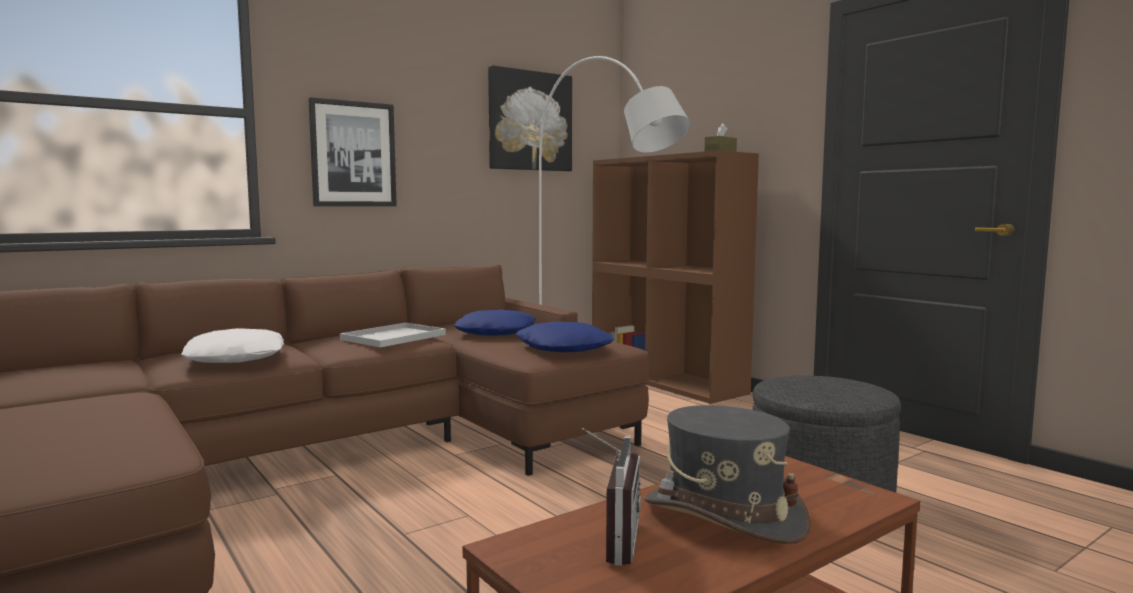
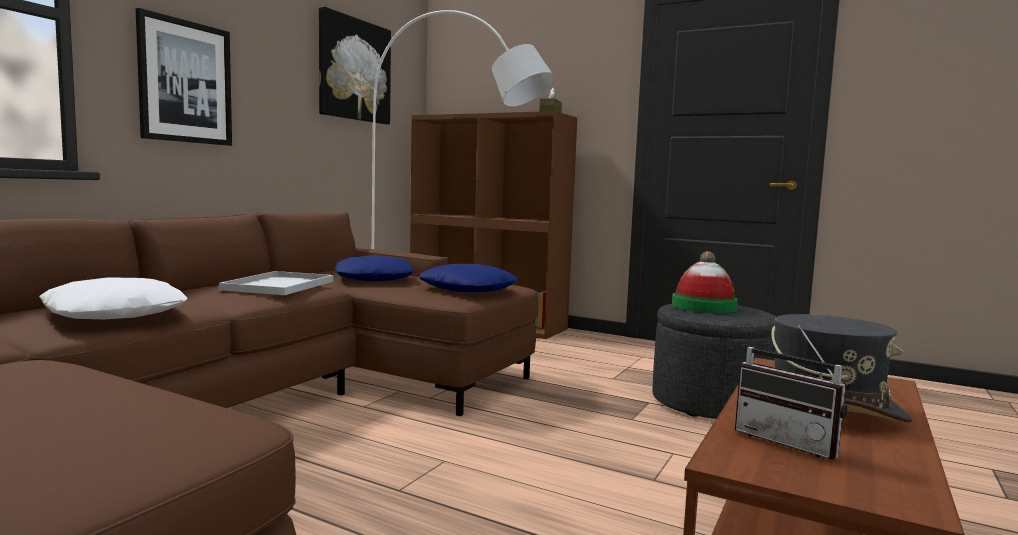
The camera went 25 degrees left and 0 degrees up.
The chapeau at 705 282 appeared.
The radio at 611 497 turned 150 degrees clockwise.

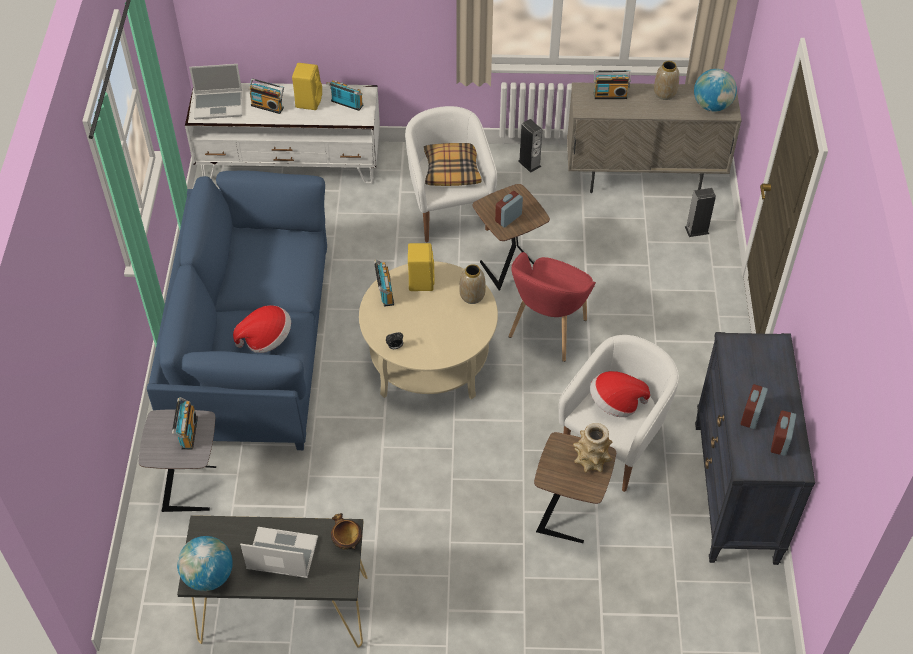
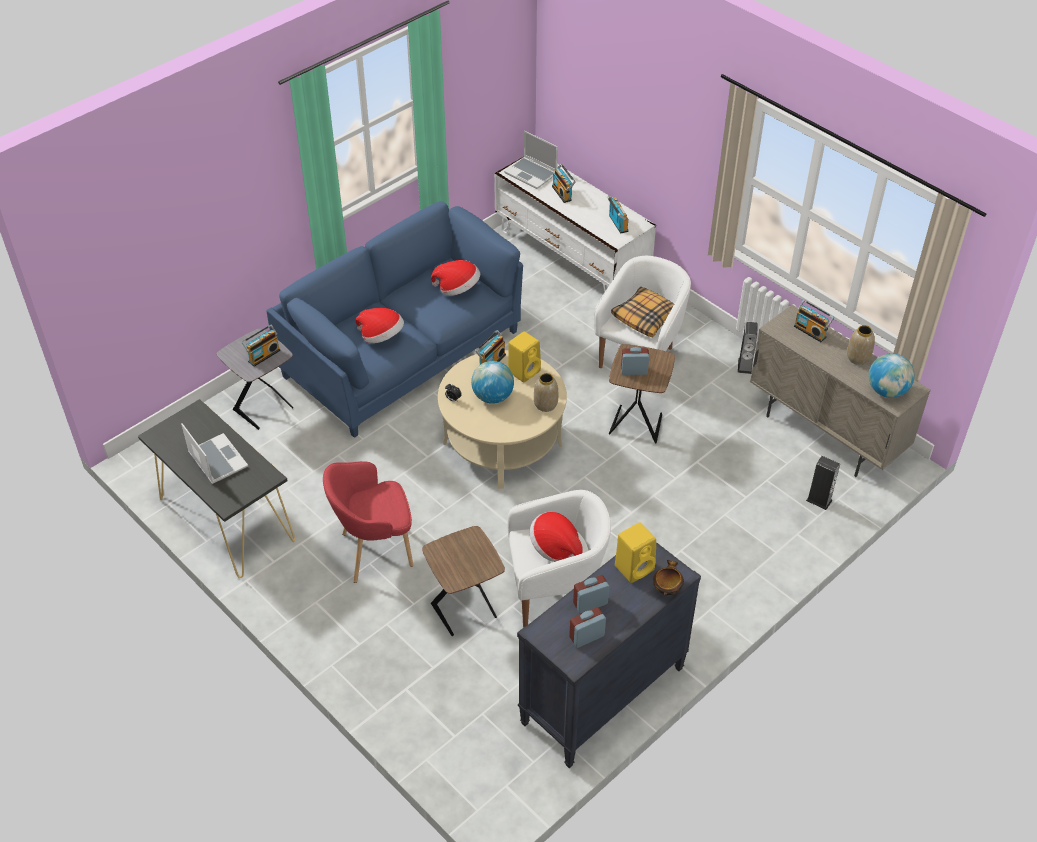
The camera went 45 degrees right and 5 degrees down.
The vase at 593 447 disappeared.
The chapeau at 455 278 appeared.
The globe moved from 205 563 to 492 382.
The enceinte [jaune] moved from 307 86 to 635 552.
The bol moved from 346 531 to 668 578.
The fauteuil [rouge] moved from 552 307 to 368 522.

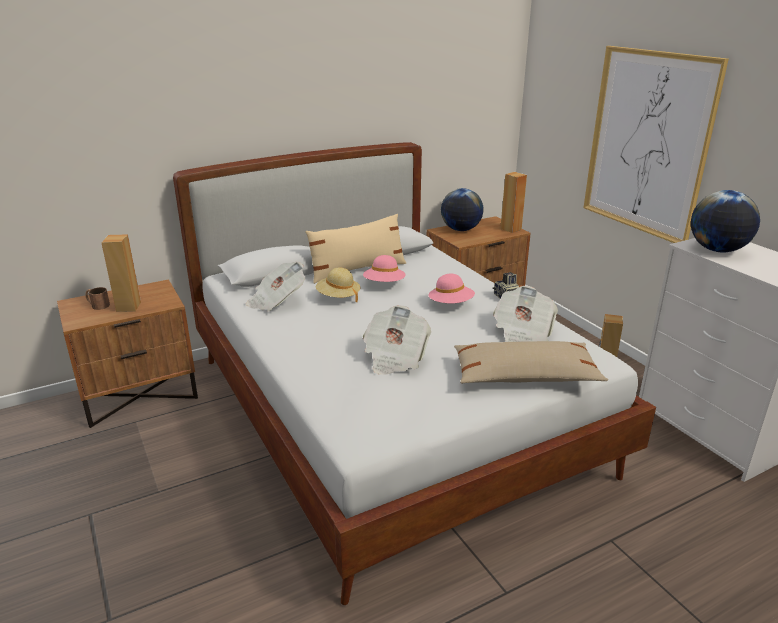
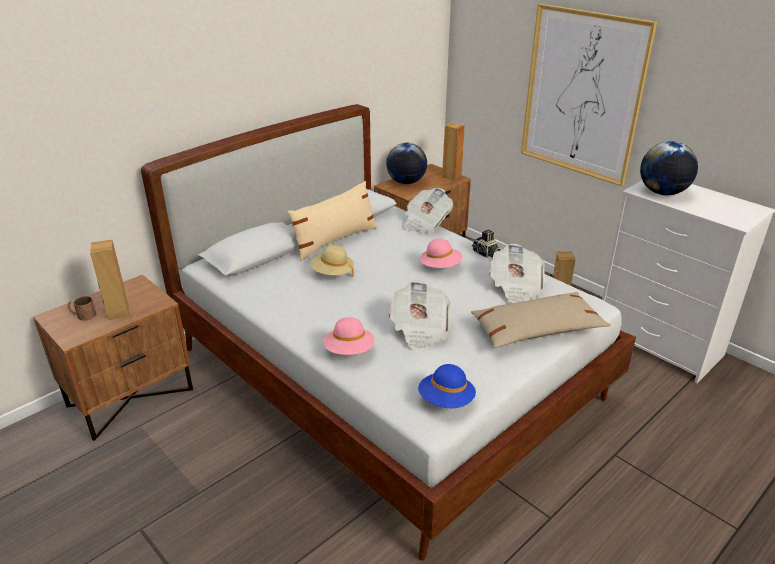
The camera went 15 degrees left and 5 degrees up.
The chapeau [bleu] at 447 386 appeared.
The journal moved from 275 286 to 428 210.
The chapeau [rose] moved from 384 268 to 349 336.

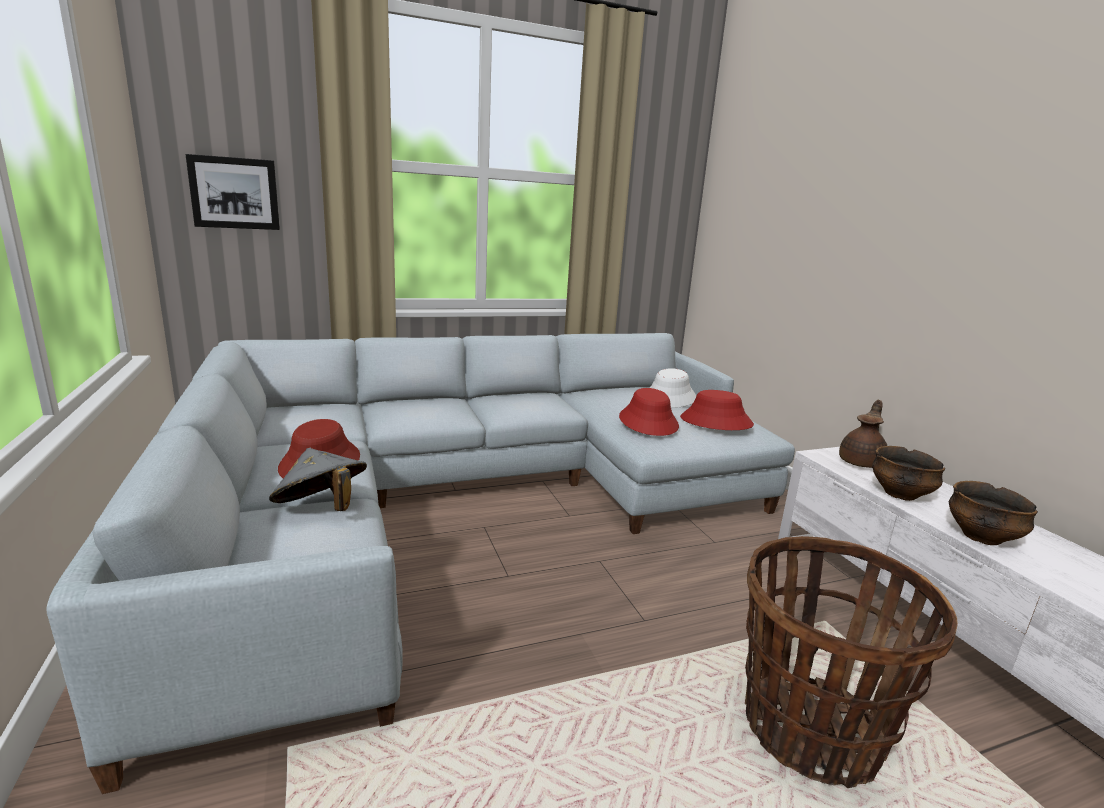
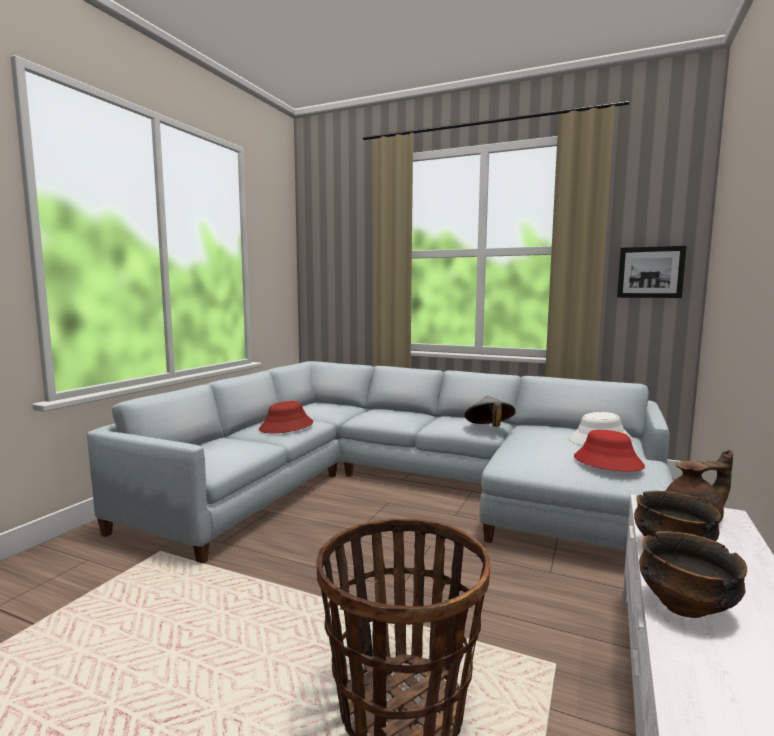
The camera went 45 degrees right and 10 degrees down.
The chapeau [rouge] at 649 412 disappeared.
The tableau moved from 232 192 to 651 272.
The chapeau [gris] moved from 318 479 to 489 411.

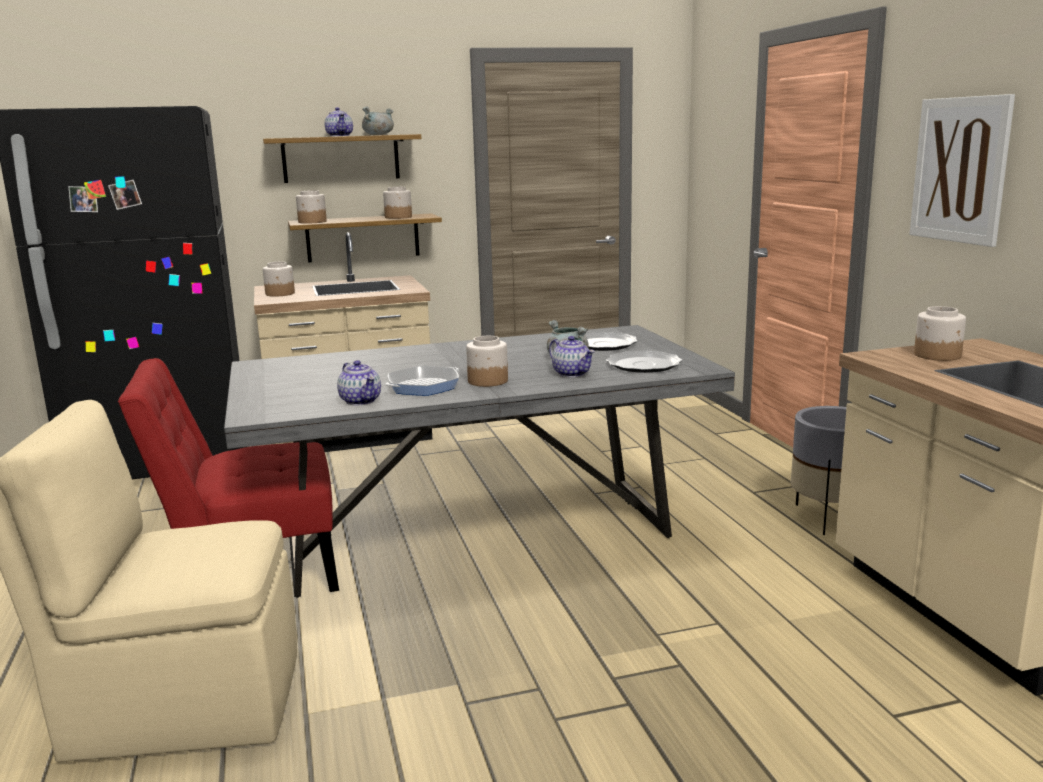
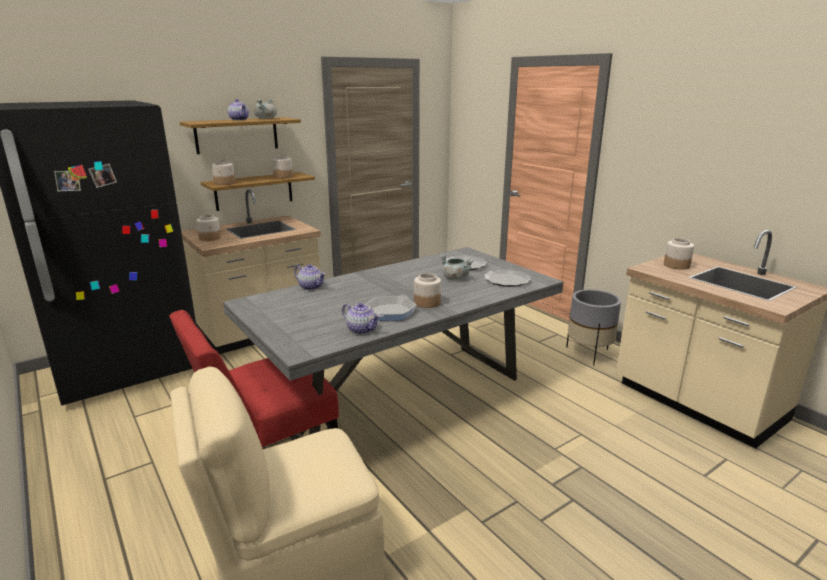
The camera went 20 degrees left and 5 degrees up.
The tableau at 962 170 disappeared.
The théière moved from 572 356 to 310 277.

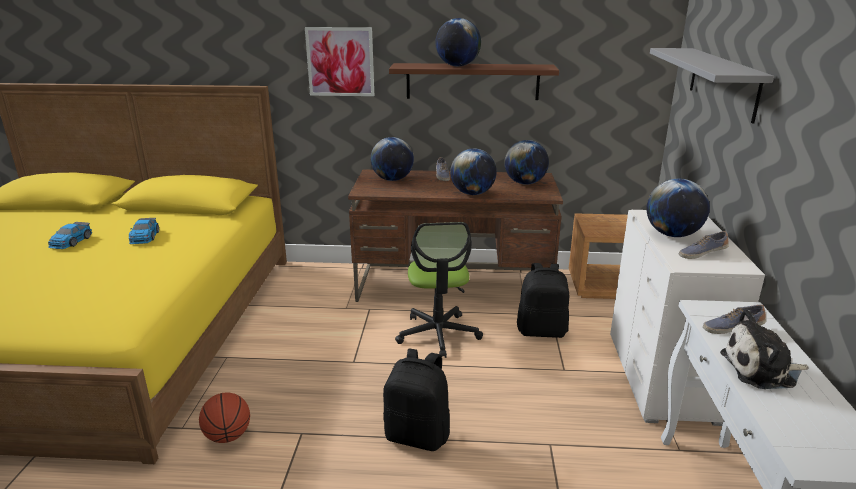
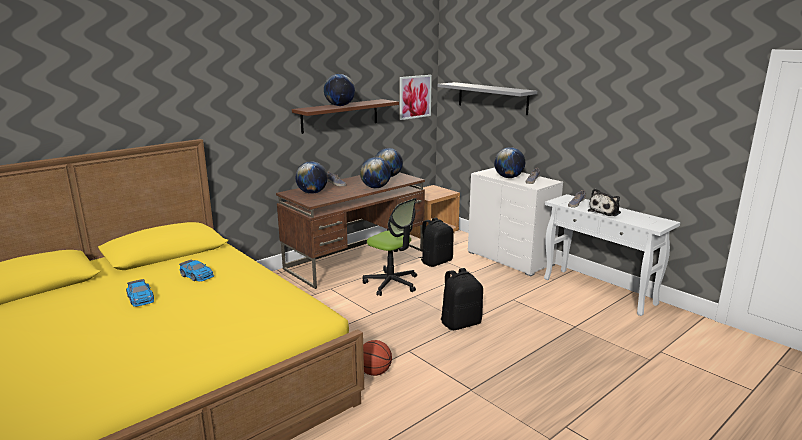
The camera went 45 degrees left and 5 degrees down.
The tableau moved from 339 61 to 415 97.

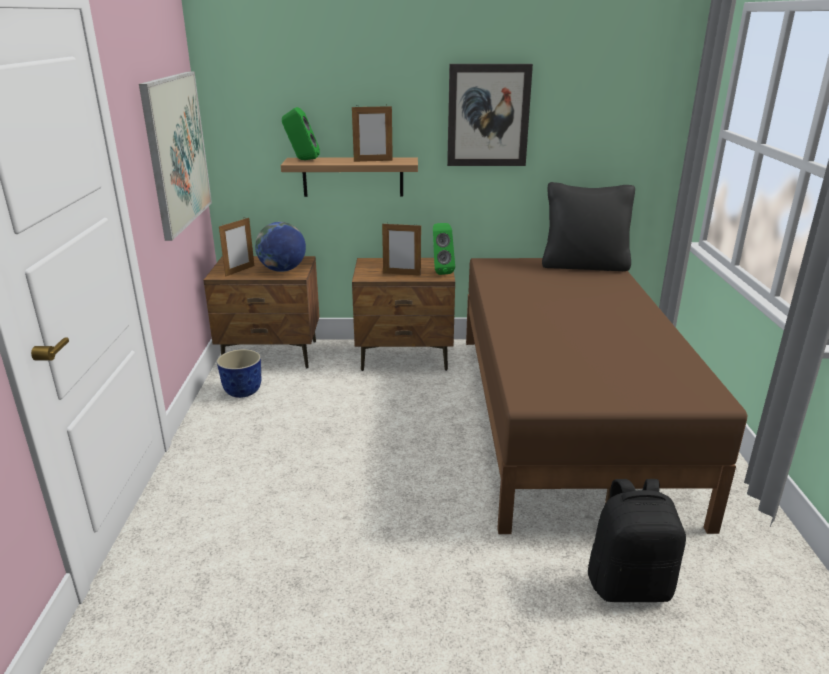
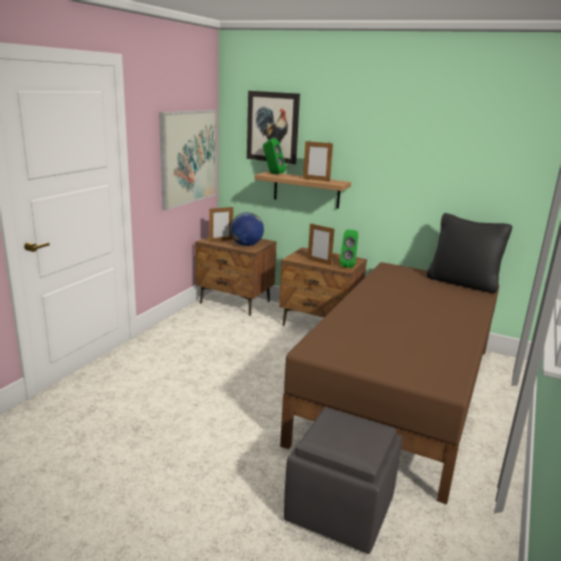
The camera went 25 degrees right and 5 degrees down.
The cache-pot at 239 373 disappeared.
The tableau moved from 490 115 to 273 127.
The sac à dos [noir] at 637 540 was replaced by the pouf [gris] at 343 480.

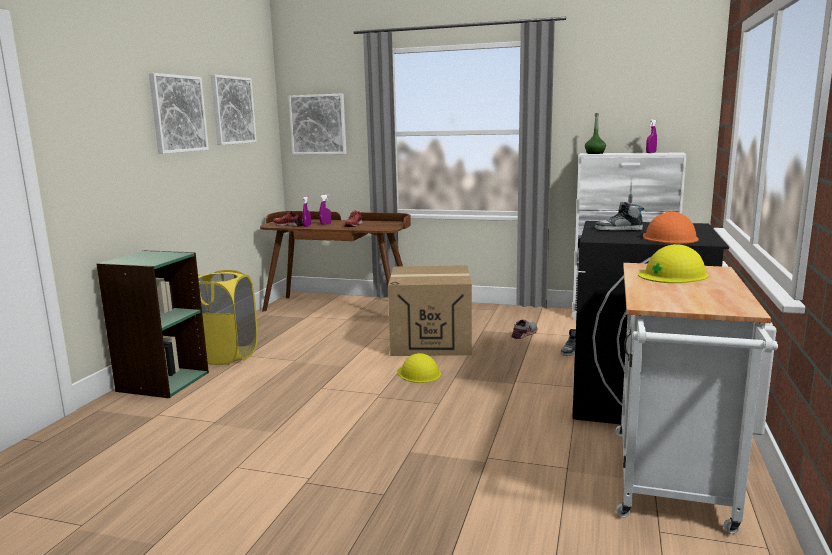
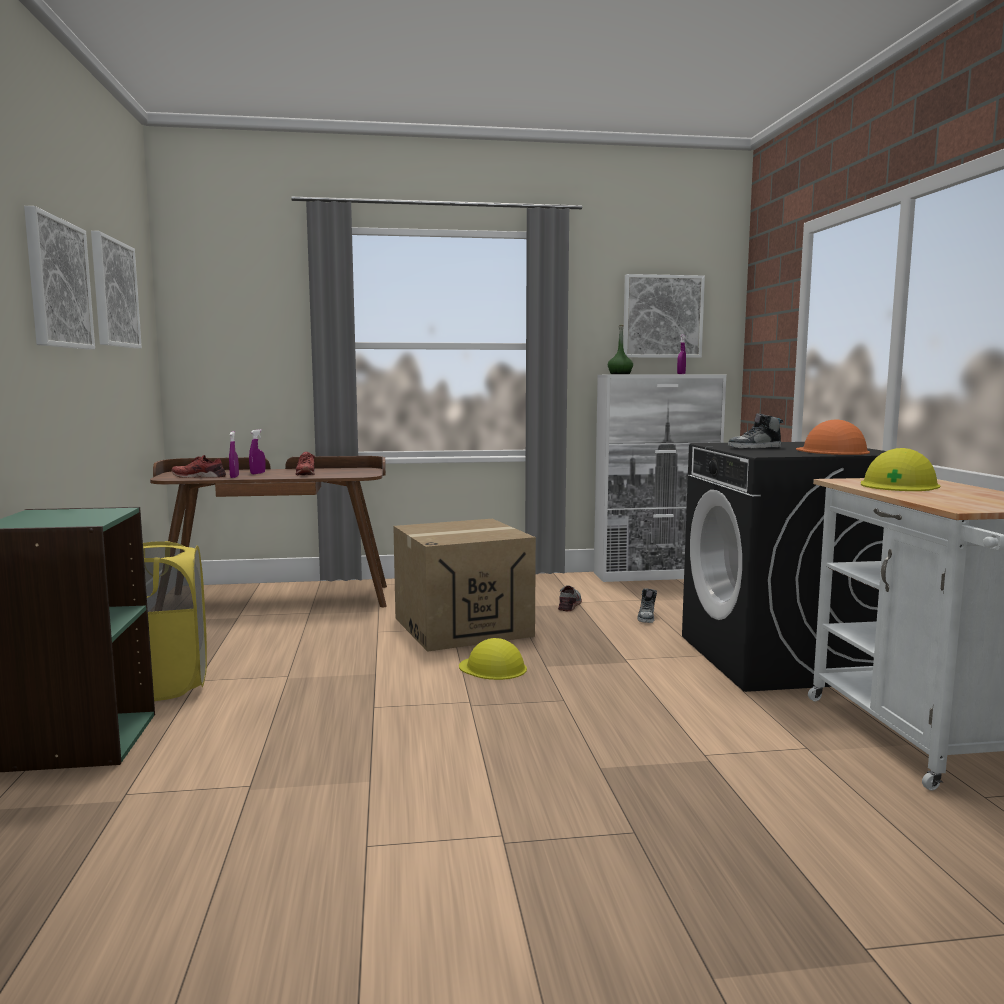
The camera went 25 degrees left and 5 degrees down.
The tableau moved from 317 124 to 664 316.

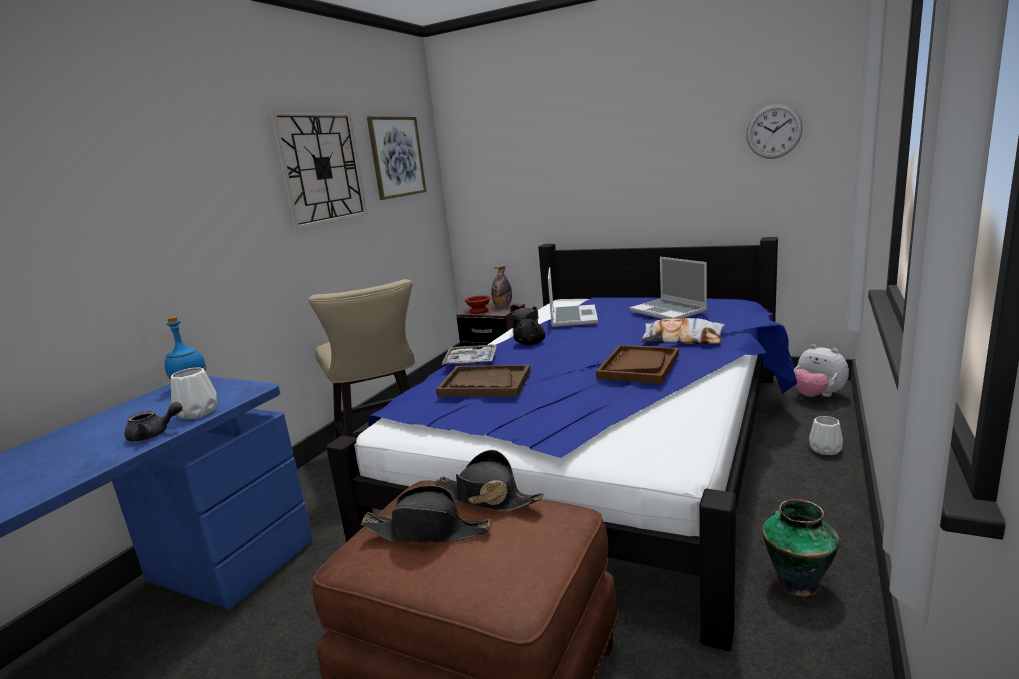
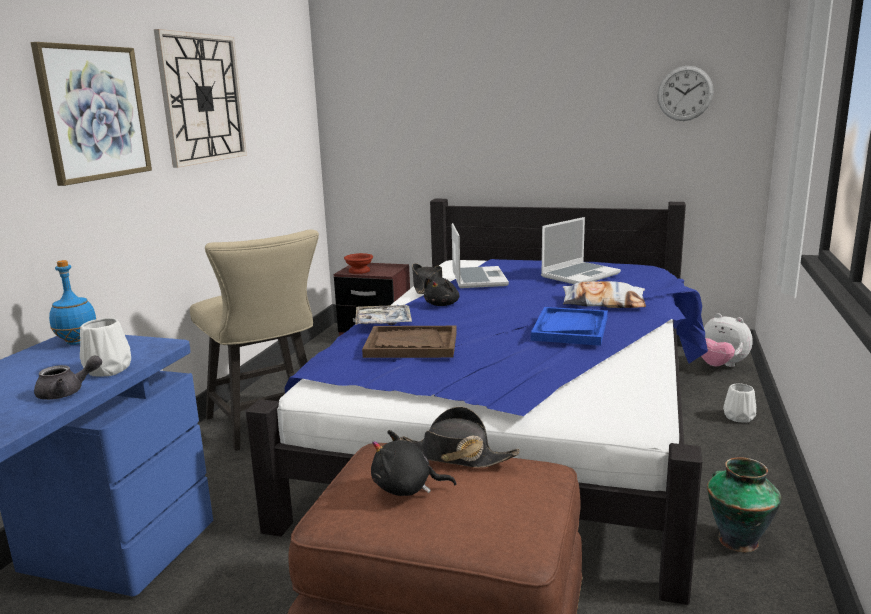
The camera went 10 degrees left and 0 degrees up.
The bouteille at 501 286 disappeared.
The tableau moved from 396 158 to 91 114.
The chapeau [noir] at 426 513 was replaced by the peluche [noir] at 413 463.
The plateau [marron] at 637 364 became the plateau [bleu] at 569 326.
The ordinateur portable at 668 288 turned 90 degrees counterclockwise.

